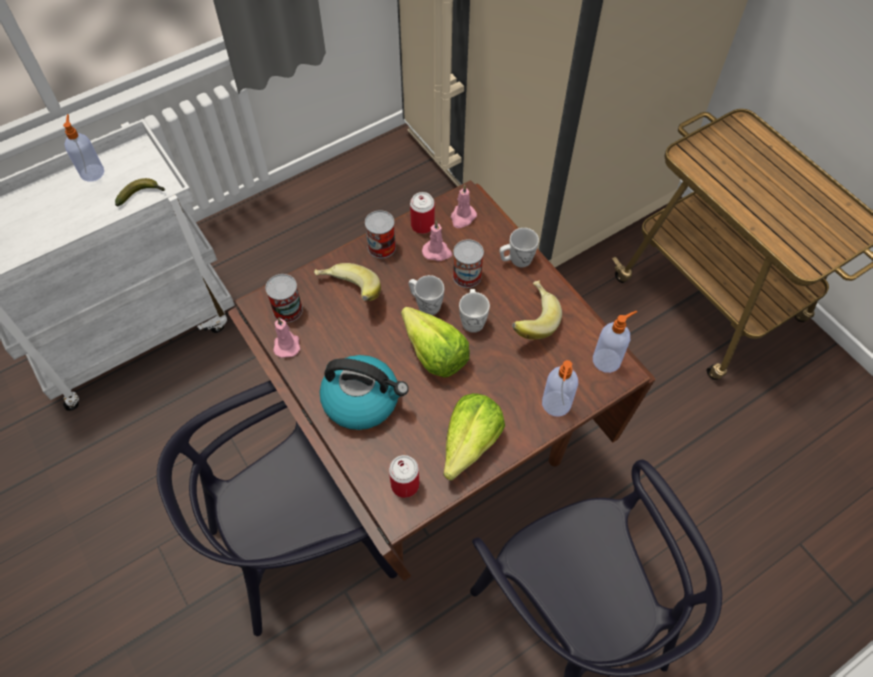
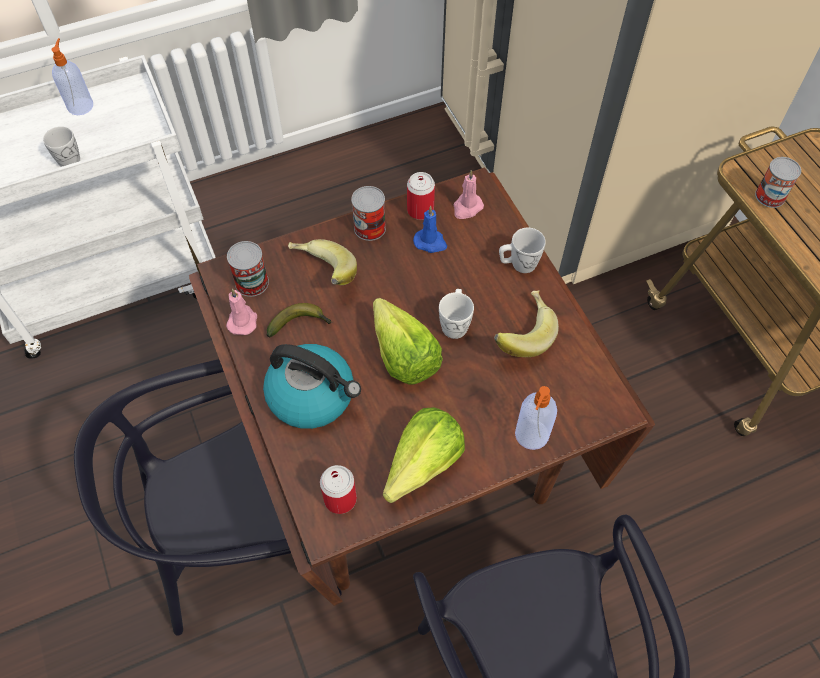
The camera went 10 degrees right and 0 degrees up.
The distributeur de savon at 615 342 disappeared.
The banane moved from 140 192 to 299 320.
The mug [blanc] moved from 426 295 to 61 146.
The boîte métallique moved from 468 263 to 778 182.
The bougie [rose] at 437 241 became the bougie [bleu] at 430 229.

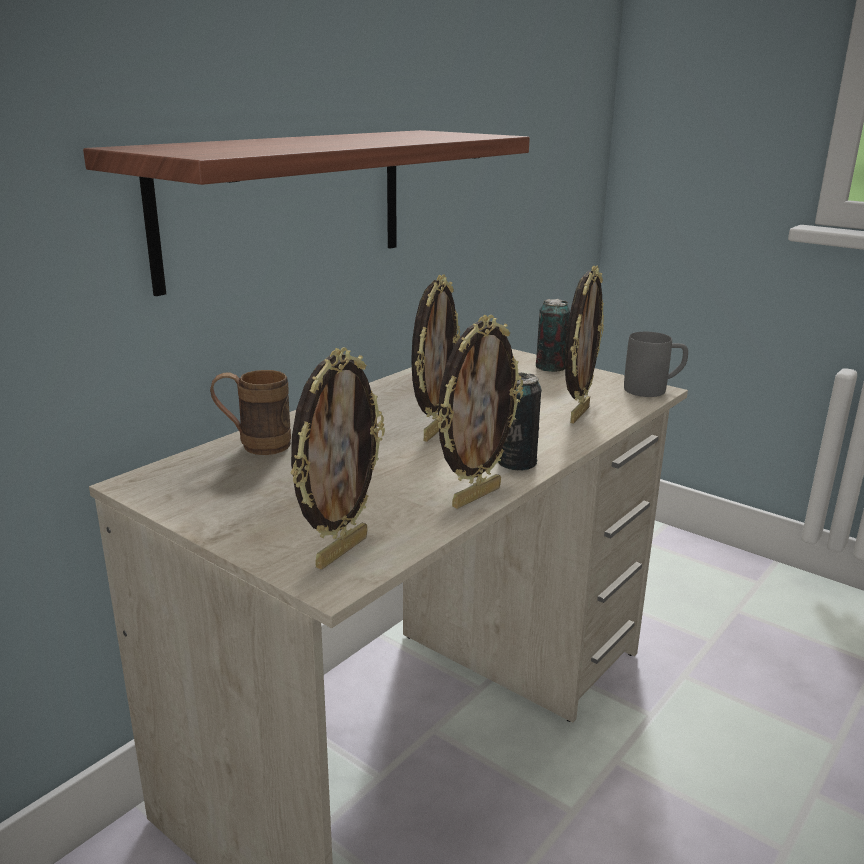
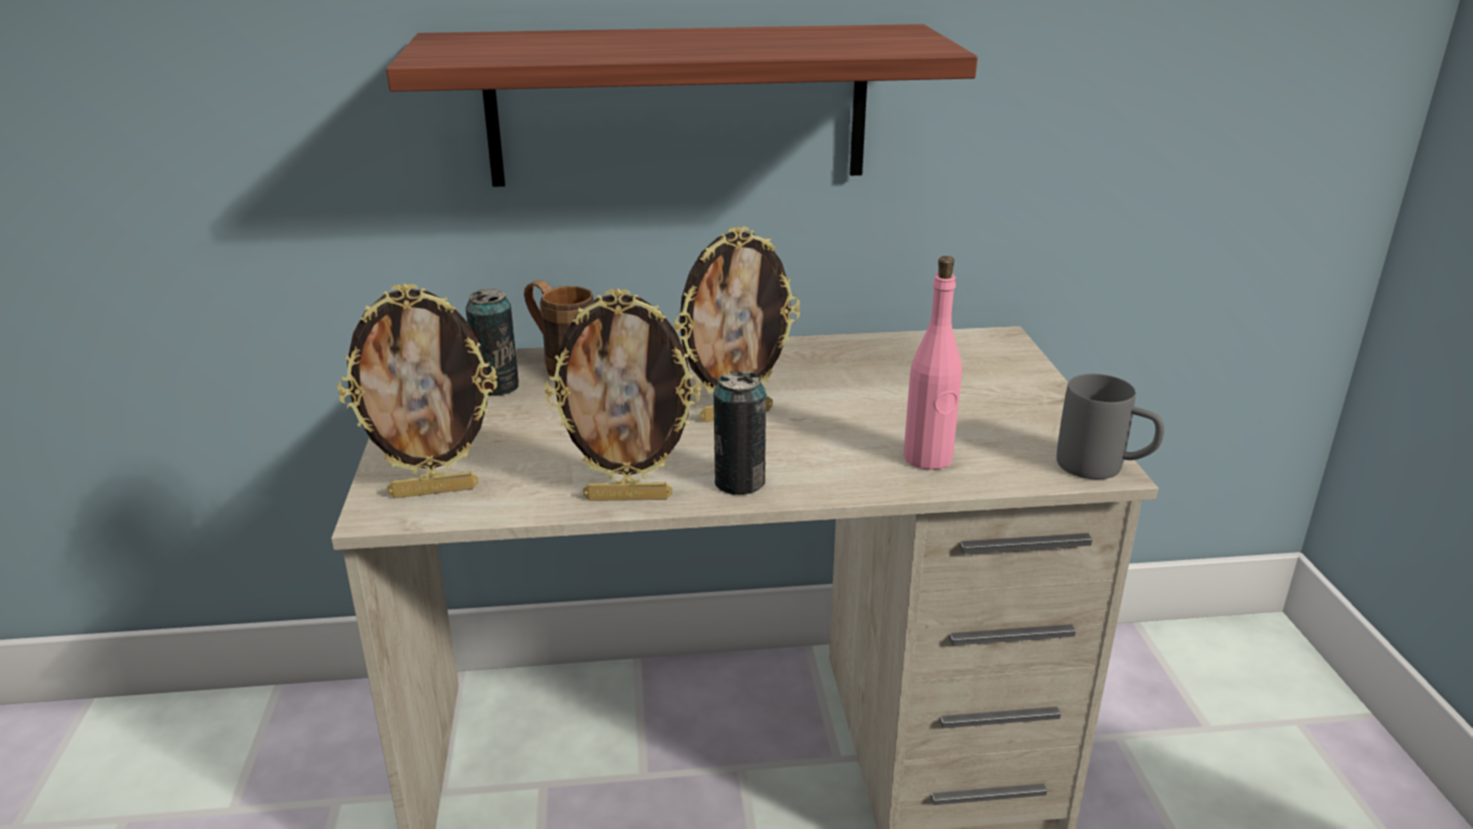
The camera went 45 degrees right and 5 degrees up.
The boîte métallique moved from 553 335 to 492 342.
The cadre photo at 584 345 was replaced by the bouteille [rose] at 932 363.

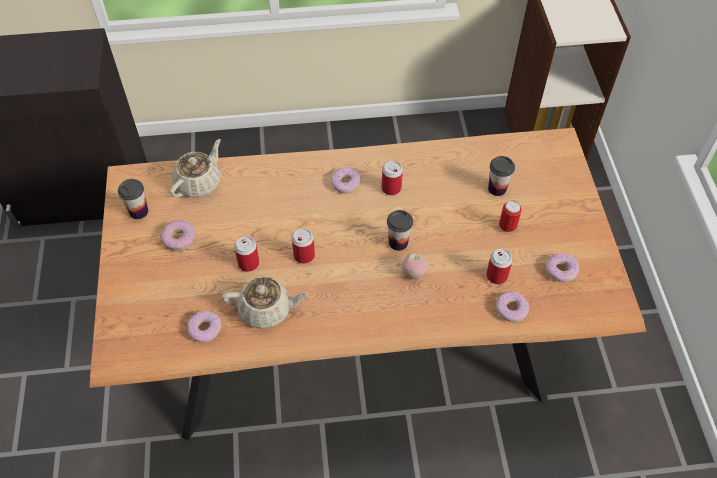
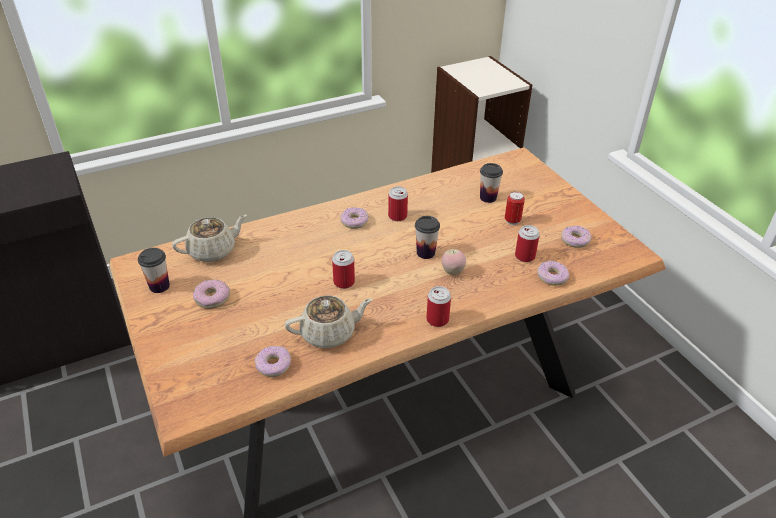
The camera went 20 degrees left and 15 degrees down.
The boîte métallique moved from 246 254 to 438 306.
The théière [beige] at 195 168 turned 45 degrees clockwise.

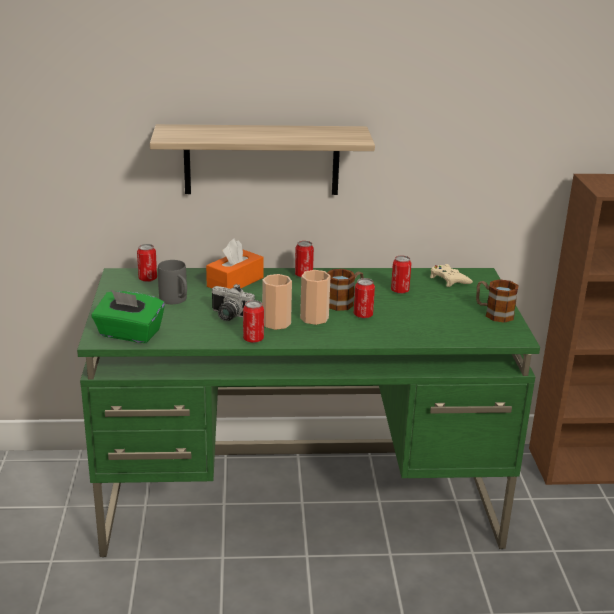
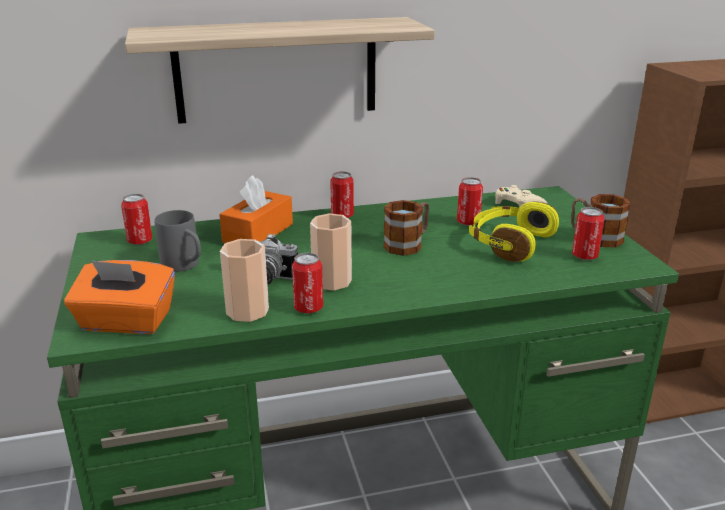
The camera went 10 degrees left and 0 degrees up.
The casque audio [jaune] at 514 232 appeared.
The tasse moved from 315 297 to 244 280.
The boîte métallique moved from 364 298 to 588 233.
The boîte à mouchoirs [vert] at 128 316 became the boîte à mouchoirs [orange] at 119 297.

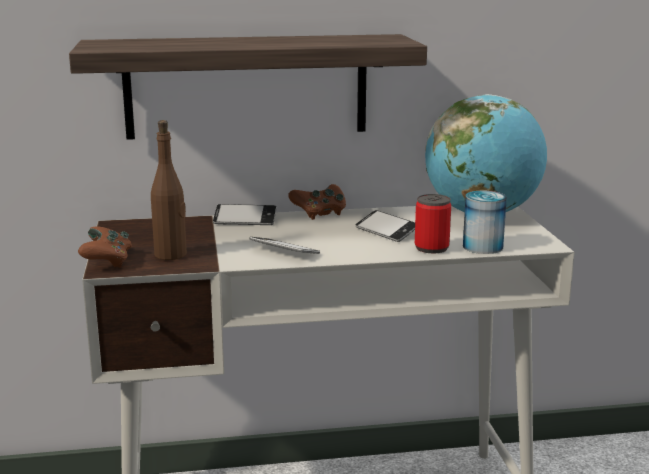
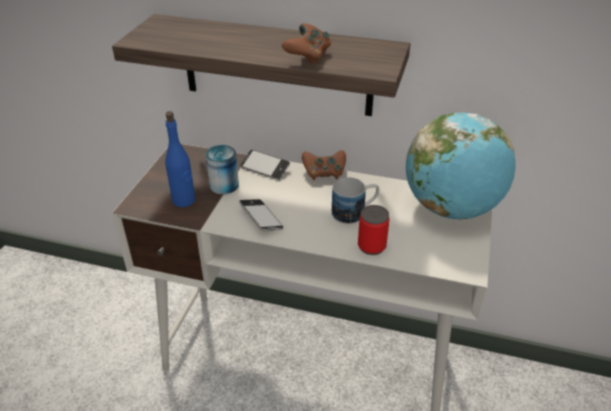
The camera went 25 degrees right and 20 degrees up.
The manette [marron] moved from 105 247 to 306 43.
The boîte métallique moved from 485 222 to 222 169.
The téléphone at 385 226 was replaced by the mug at 355 200.
The bouteille [marron] at 169 190 became the bouteille [bleu] at 180 159.

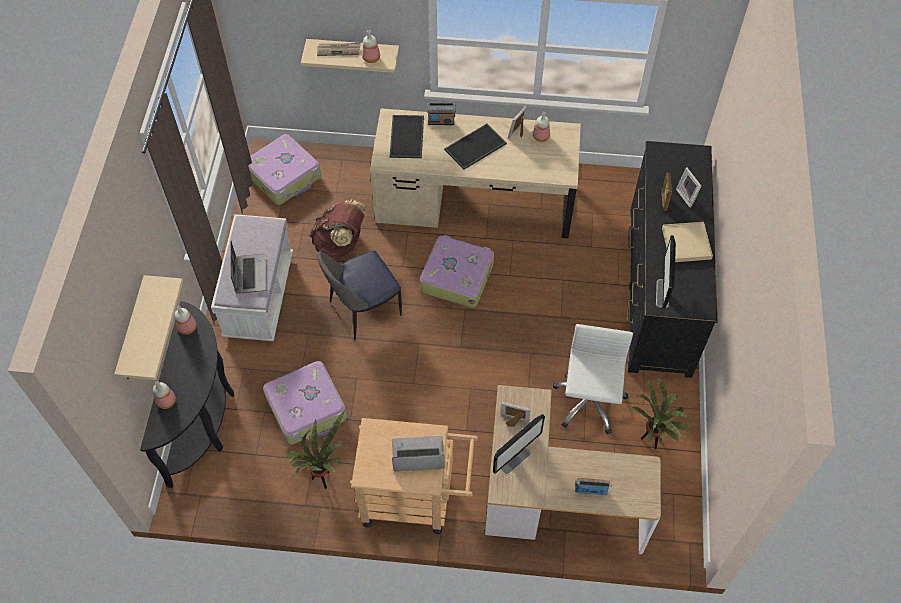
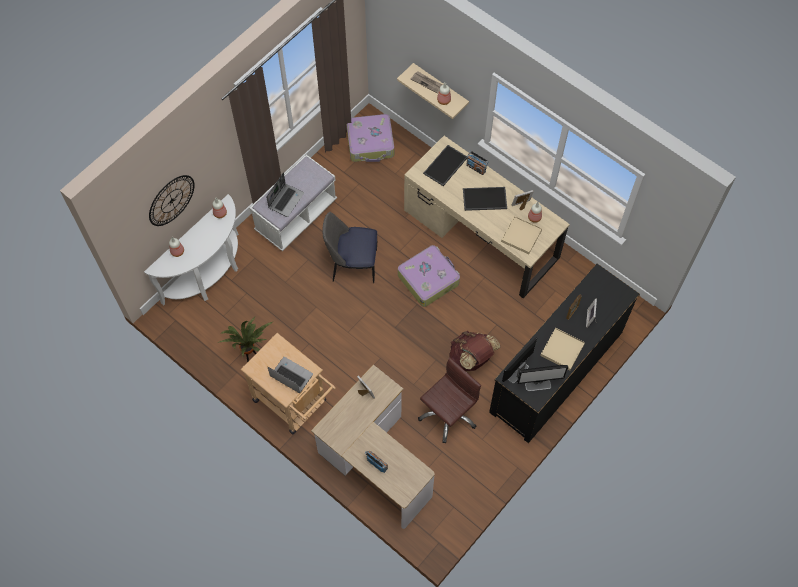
The camera went 35 degrees right and 5 degrees up.
The valise at 305 403 disappeared.
The plante en pot at 659 412 disappeared.
The plateau [beige] at 521 235 appeared.
The sac à dos [marron] moved from 338 229 to 475 351.
The écran d'ordinateur moved from 519 444 to 542 378.
The étagère [beige] at 148 327 was replaced by the horloge murale at 172 200.
The table console [noir] at 187 394 became the table console [blanc] at 191 250.
The chaise de bureau [blanc] at 593 379 became the chaise de bureau [marron] at 449 400.

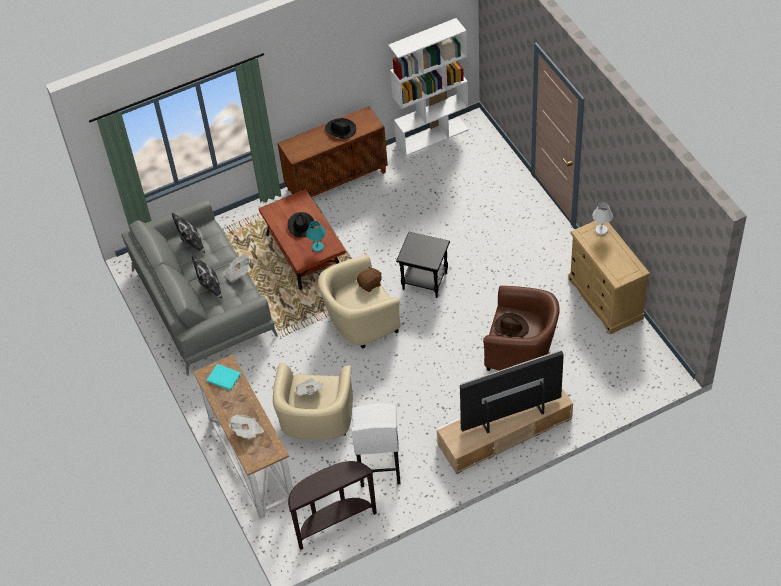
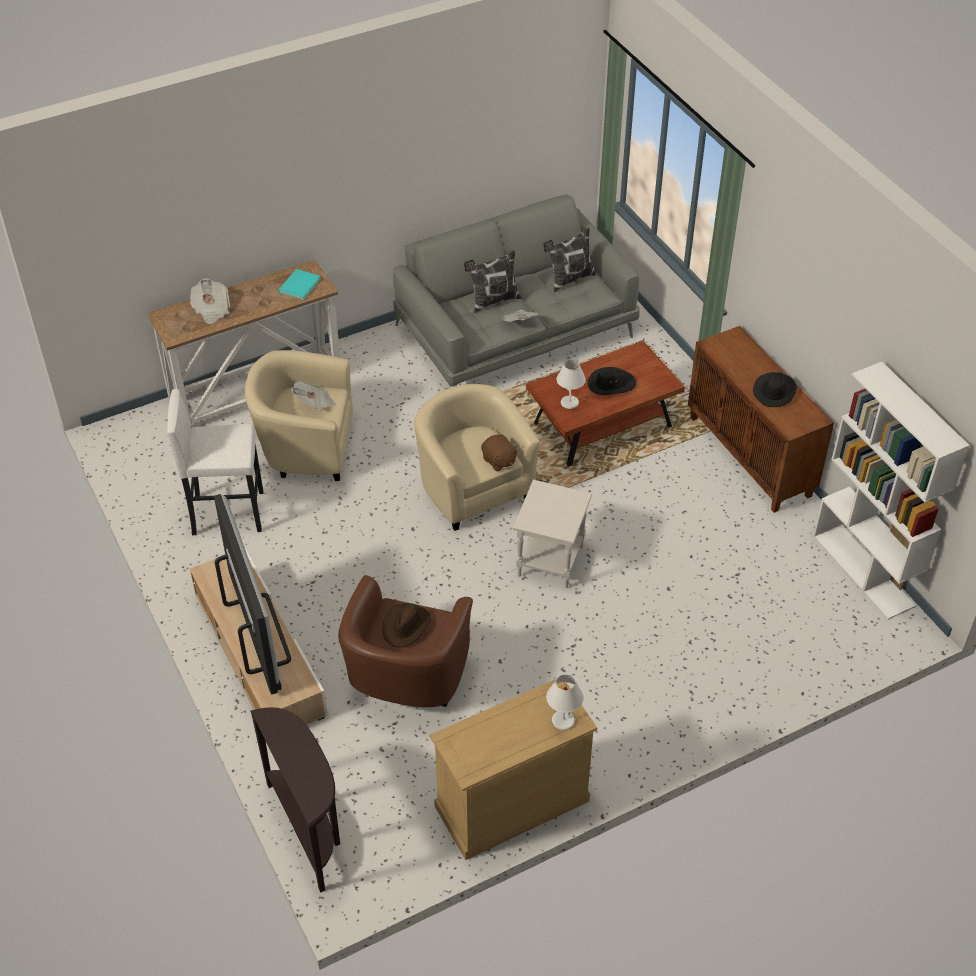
The camera went 85 degrees right and 5 degrees down.
The table console [marron] moved from 332 505 to 295 799.
The lampe de table [turquoise] at 316 236 became the lampe de table [blanc] at 571 384.
The table d'appoint [noir] at 423 265 became the table d'appoint [blanc] at 552 534.

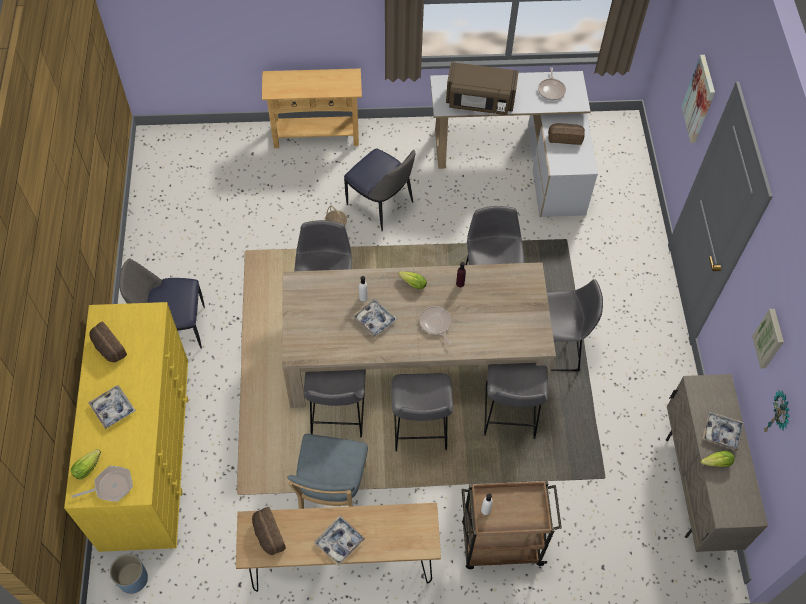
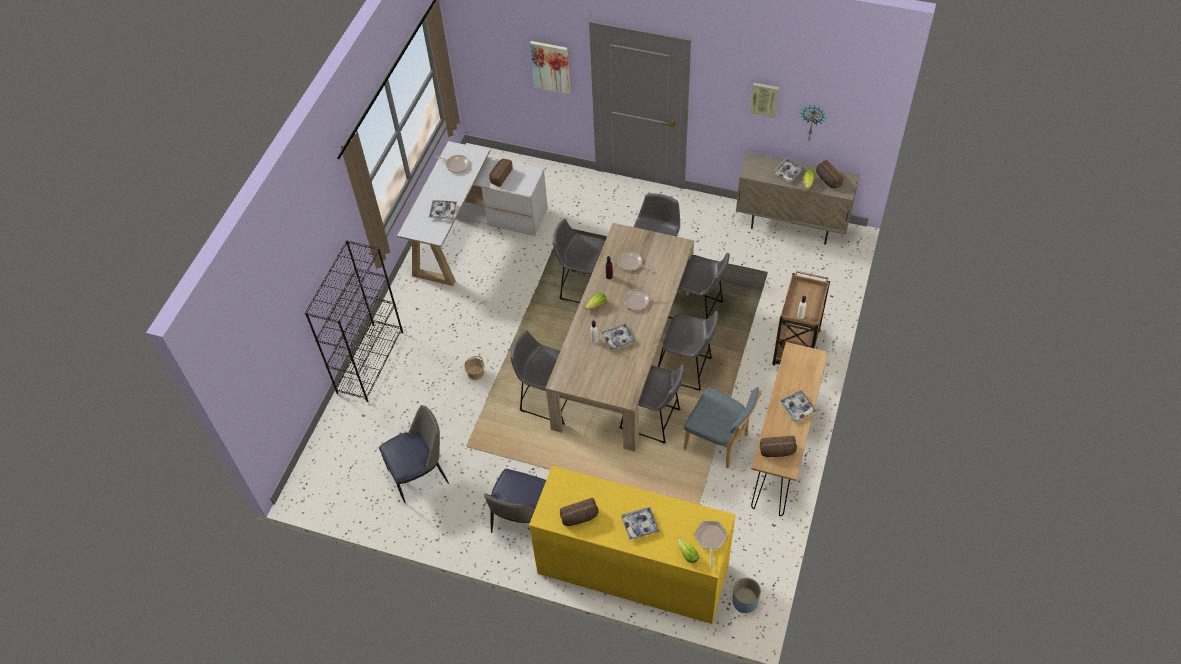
The camera went 65 degrees left and 5 degrees down.
The poêle at 634 260 appeared.
The pain at 829 174 appeared.
The chaise moved from 379 190 to 414 454.
The table console [beige] at 312 108 was replaced by the bibliothèque [noir] at 354 321.
The micro-ondes [marron] at 482 88 was replaced by the plateau at 442 210.

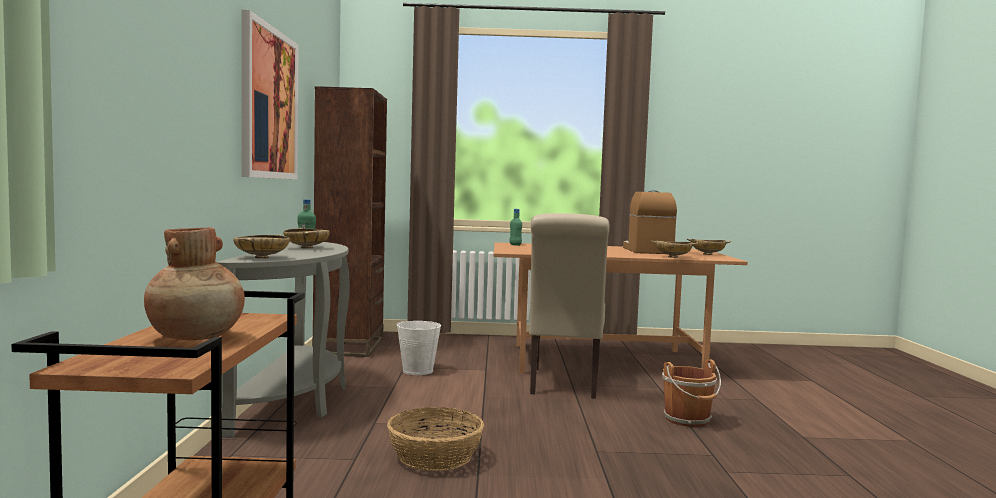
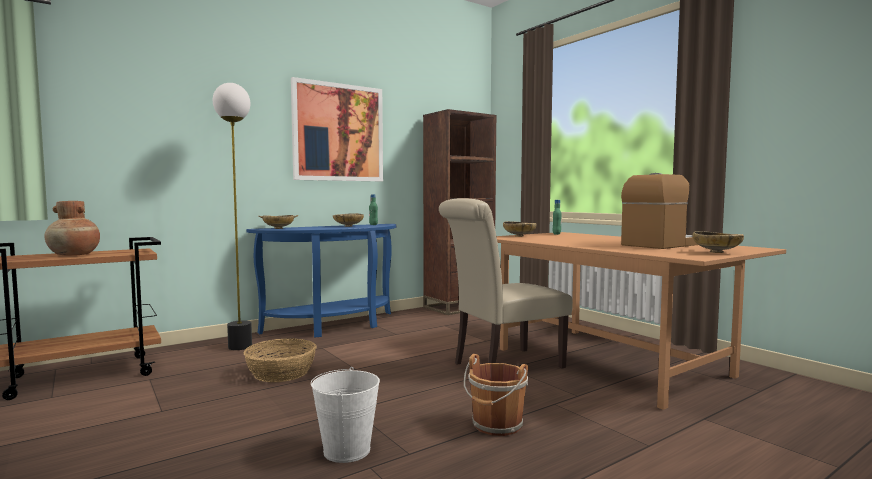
The camera went 55 degrees right and 0 degrees up.
The lampadaire at 232 216 appeared.
The seau [blanc] moved from 419 347 to 345 415.
The bol [beige] moved from 674 249 to 520 229.
The table console [gris] at 283 340 became the table console [bleu] at 321 281.

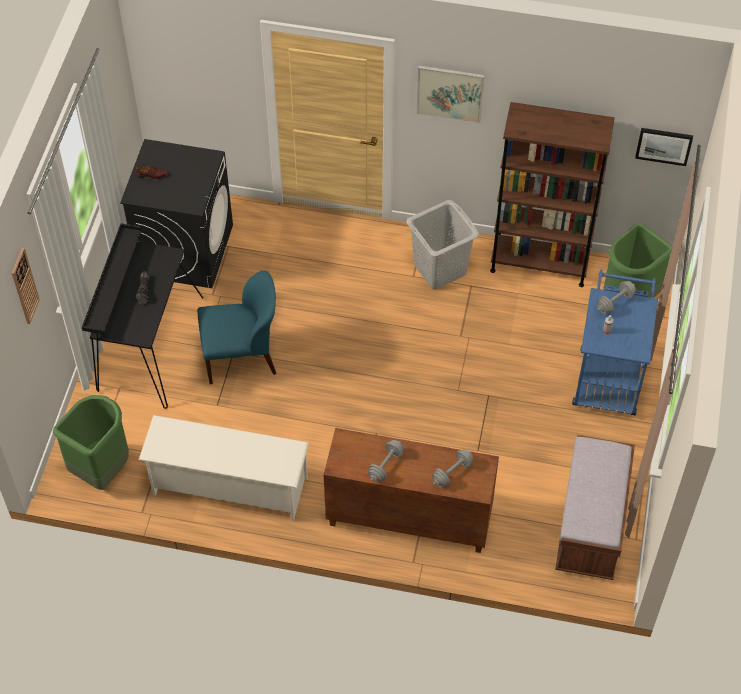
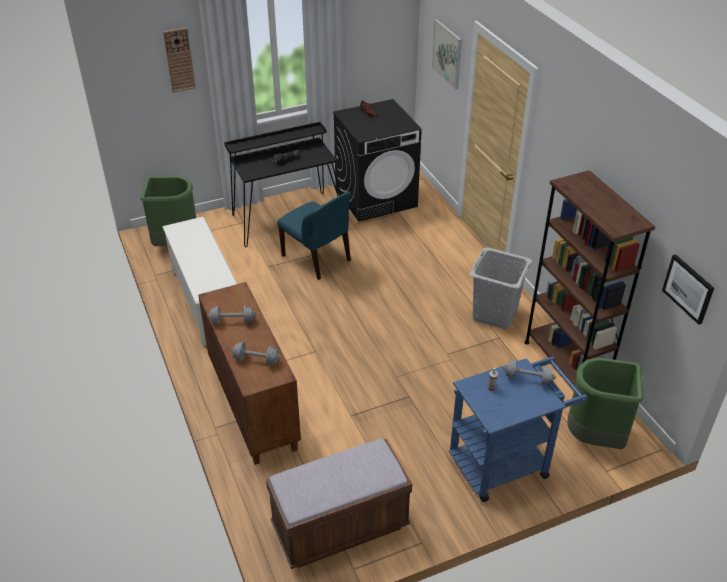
The camera went 55 degrees right and 15 degrees down.
The tableau moved from 450 94 to 447 54.

